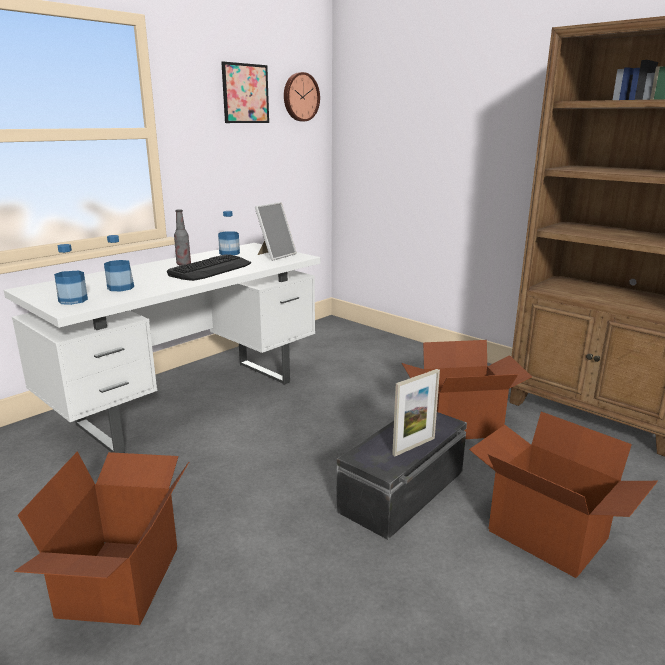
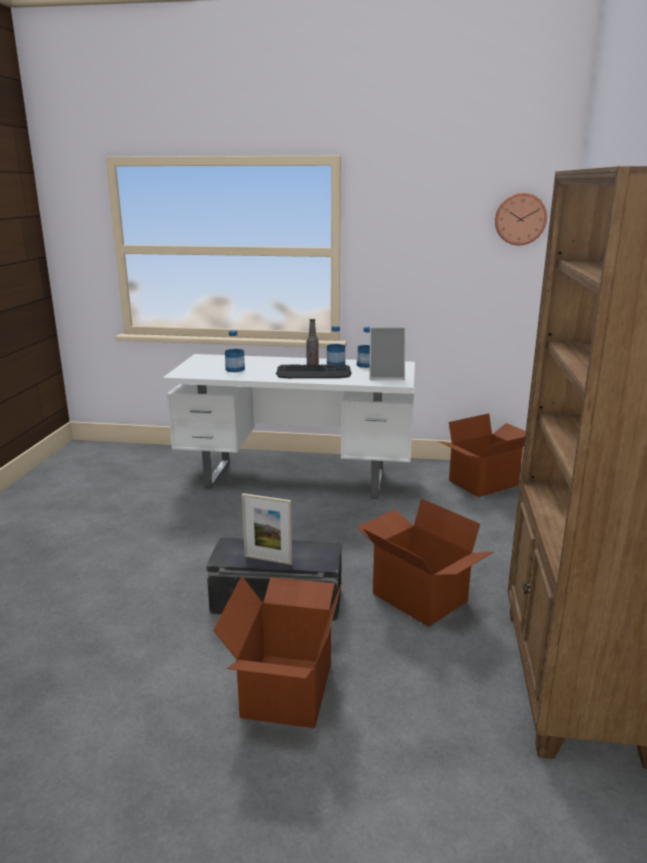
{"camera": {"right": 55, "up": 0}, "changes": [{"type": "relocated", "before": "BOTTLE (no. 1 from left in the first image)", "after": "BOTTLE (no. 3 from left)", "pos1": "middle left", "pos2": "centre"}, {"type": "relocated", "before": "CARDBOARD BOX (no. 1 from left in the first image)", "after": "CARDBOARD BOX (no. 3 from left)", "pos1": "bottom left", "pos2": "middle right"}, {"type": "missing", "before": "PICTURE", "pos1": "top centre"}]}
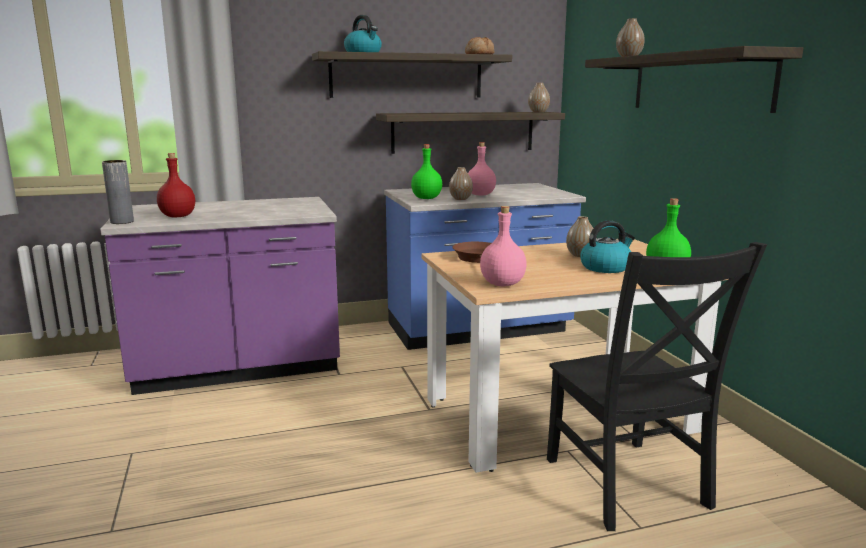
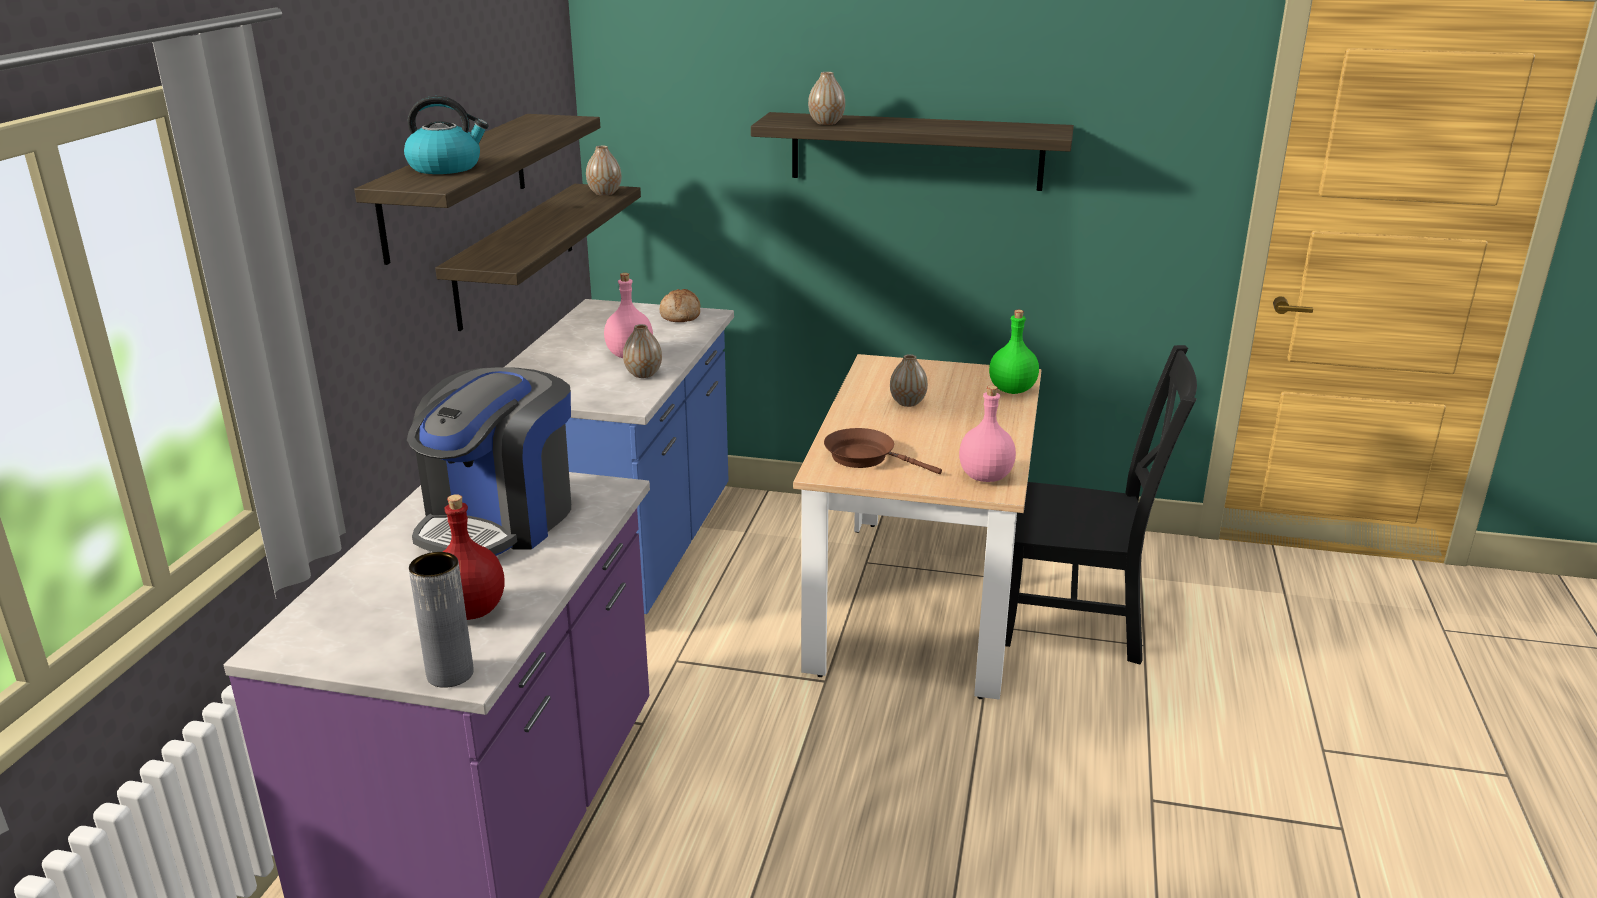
{"camera": {"right": -60, "up": 10}, "changes": [{"type": "appeared", "after": "COFFEE MACHINE", "pos2": "middle left"}, {"type": "relocated", "before": "BREAD", "pos1": "top centre", "pos2": "centre"}, {"type": "missing", "before": "GREEN BOTTLE (no. 1 from left)", "pos1": "top centre"}, {"type": "missing", "before": "KETTLE (no. 2 from left)", "pos1": "middle right"}]}
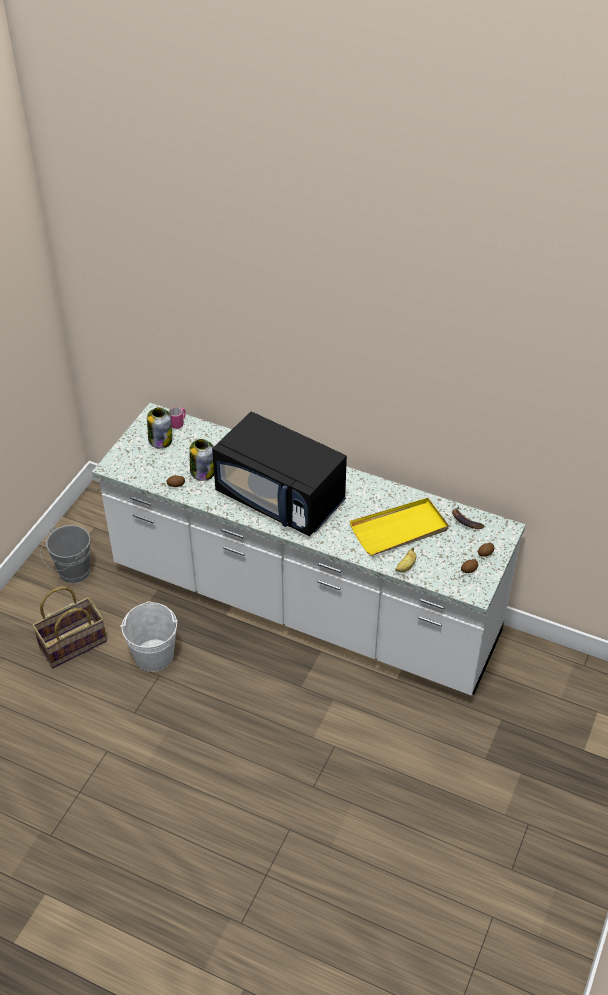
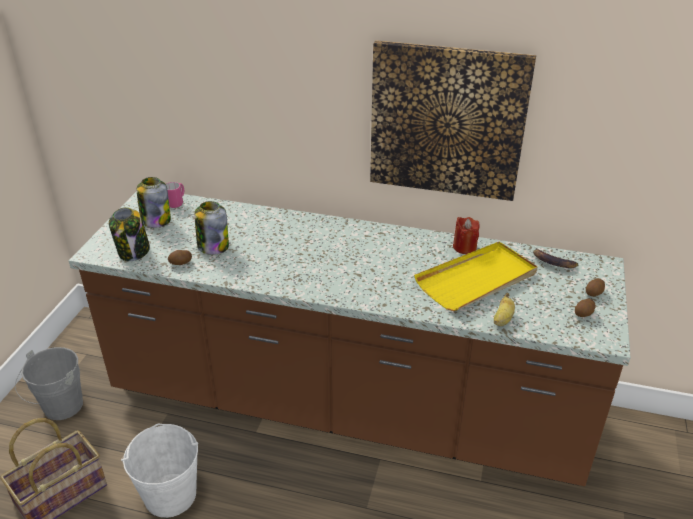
{"camera": {"right": -10, "up": -10}, "changes": [{"type": "colour", "before": "WHITE COUNTER", "after": "BROWN COUNTER", "pos1": "centre", "pos2": "centre"}, {"type": "appeared", "after": "JAR (no. 1 from left)", "pos2": "middle left"}, {"type": "appeared", "after": "PICTURE", "pos2": "top centre"}, {"type": "appeared", "after": "RED CANDLE", "pos2": "middle right"}, {"type": "missing", "before": "BLACK MICROWAVE", "pos1": "centre"}]}
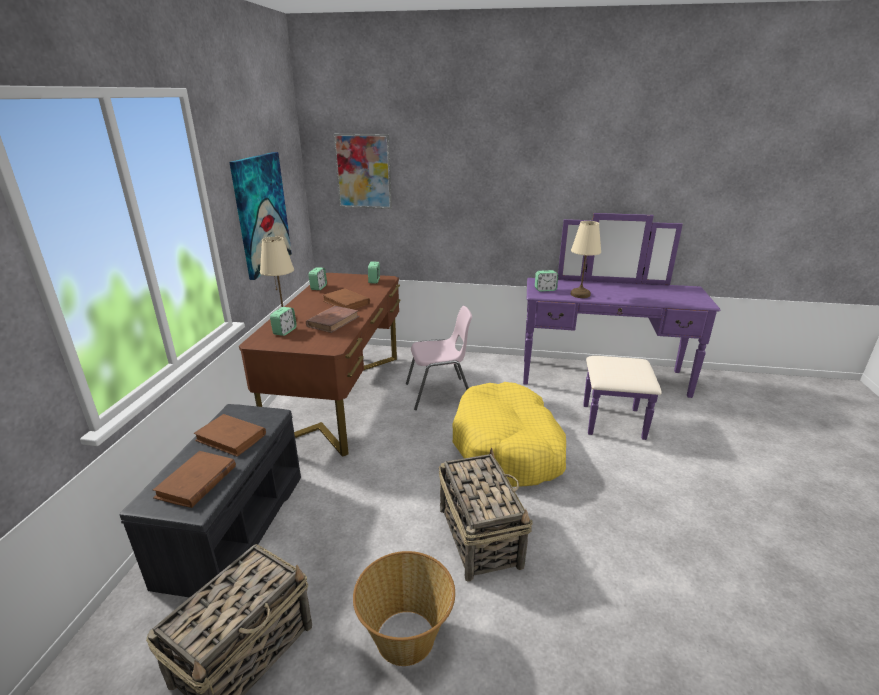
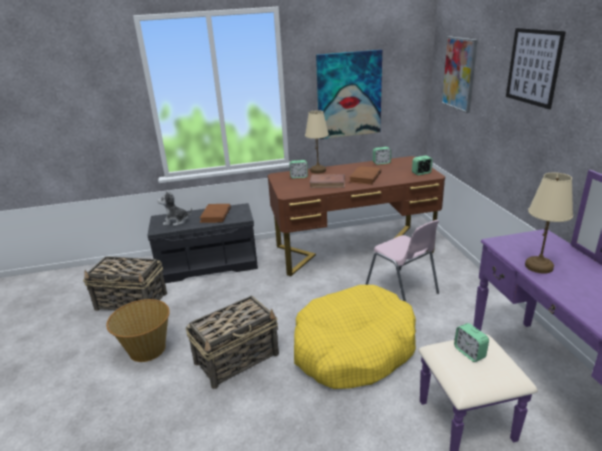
{"camera": {"right": 70, "up": 0}, "changes": [{"type": "exchanged", "before": "BROWN BOOK (no. 1 from left)", "after": "PLUSH TOY", "pos1": "bottom left", "pos2": "middle left"}, {"type": "relocated", "before": "ALARM CLOCK (no. 4 from left)", "pos1": "centre", "pos2": "bottom right"}, {"type": "appeared", "after": "PICTURE (no. 3 from left)", "pos2": "top right"}]}
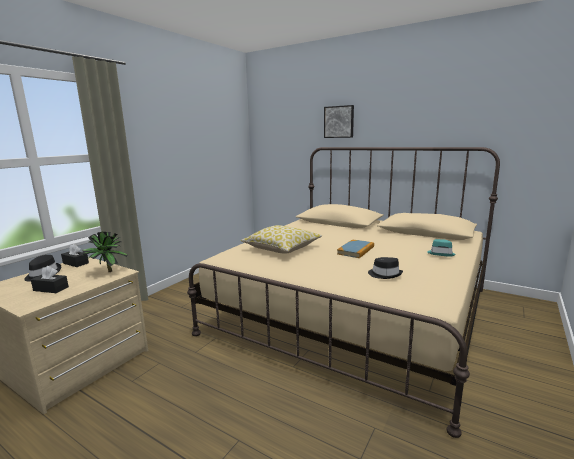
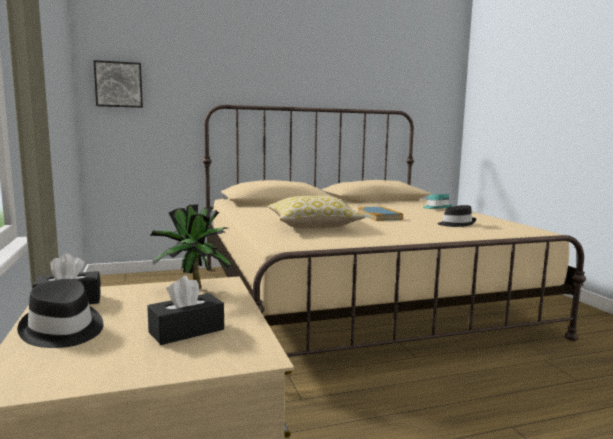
{"camera": {"right": -50, "up": -5}, "changes": [{"type": "relocated", "before": "PICTURE", "pos1": "top centre", "pos2": "top left"}]}
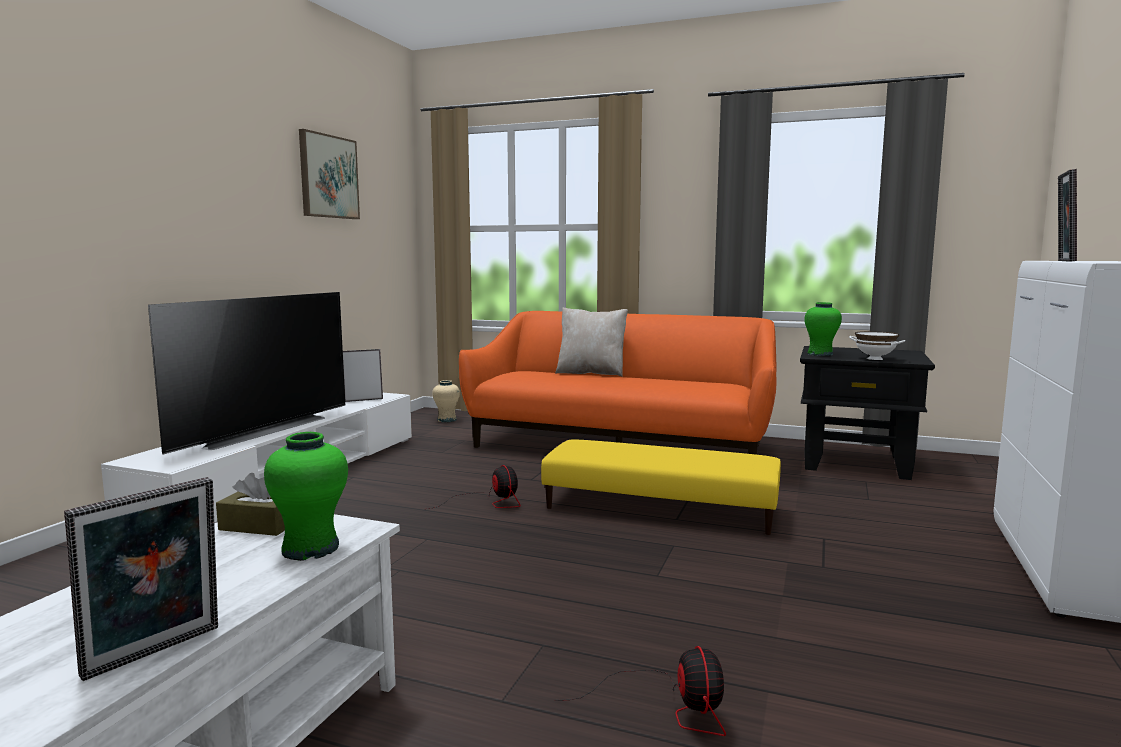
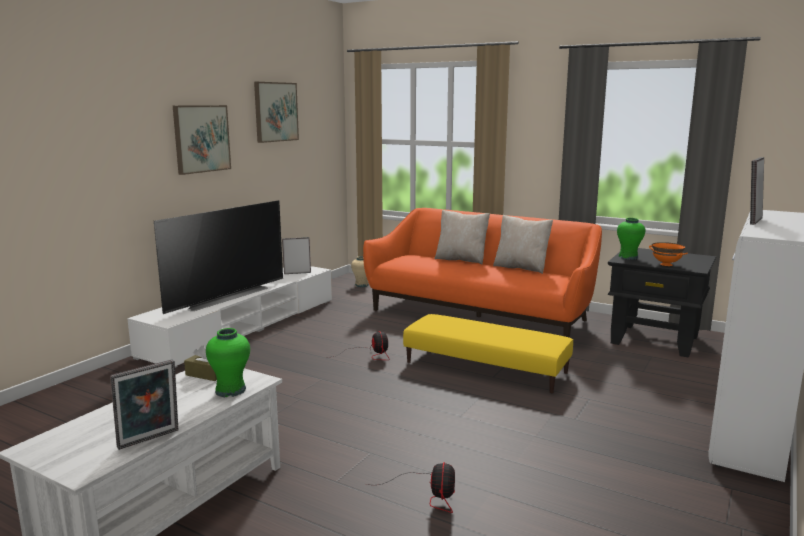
{"camera": {"right": 10, "up": 5}, "changes": [{"type": "appeared", "after": "PICTURE (no. 1 from left)", "pos2": "top left"}, {"type": "appeared", "after": "BEIGE PILLOW (no. 2 from left)", "pos2": "centre"}, {"type": "colour", "before": "WHITE BOWL", "after": "ORANGE BOWL", "pos1": "middle right", "pos2": "middle right"}]}
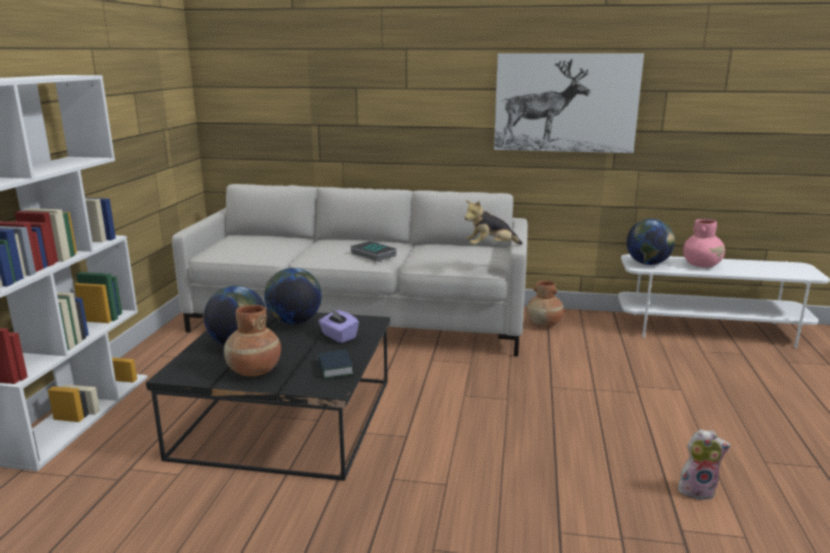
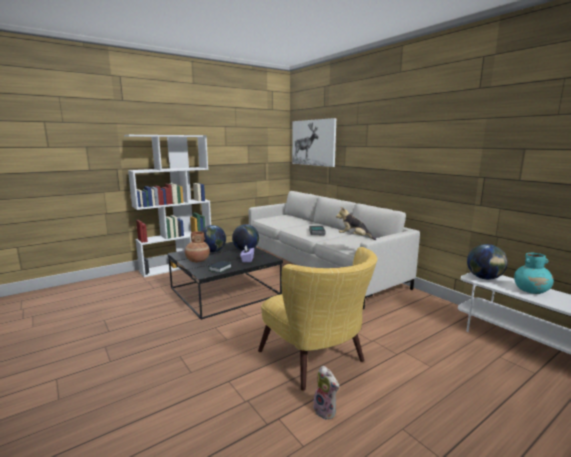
{"camera": {"right": 45, "up": -5}, "changes": [{"type": "appeared", "after": "YELLOW ARMCHAIR", "pos2": "bottom centre"}, {"type": "relocated", "before": "PICTURE", "pos1": "top right", "pos2": "top centre"}, {"type": "colour", "before": "PINK VASE", "after": "TURQUOISE VASE", "pos1": "middle right", "pos2": "middle right"}, {"type": "missing", "before": "BROWN VASE (no. 2 from left)", "pos1": "centre"}]}
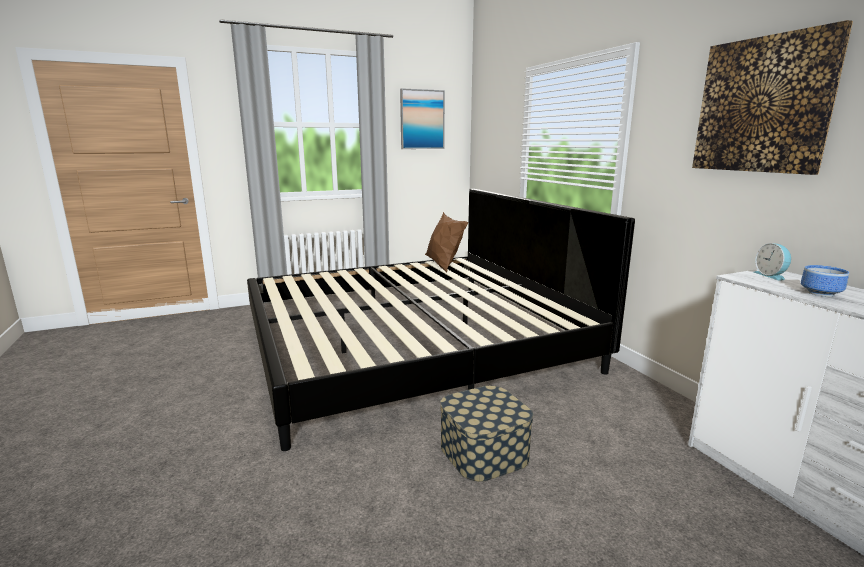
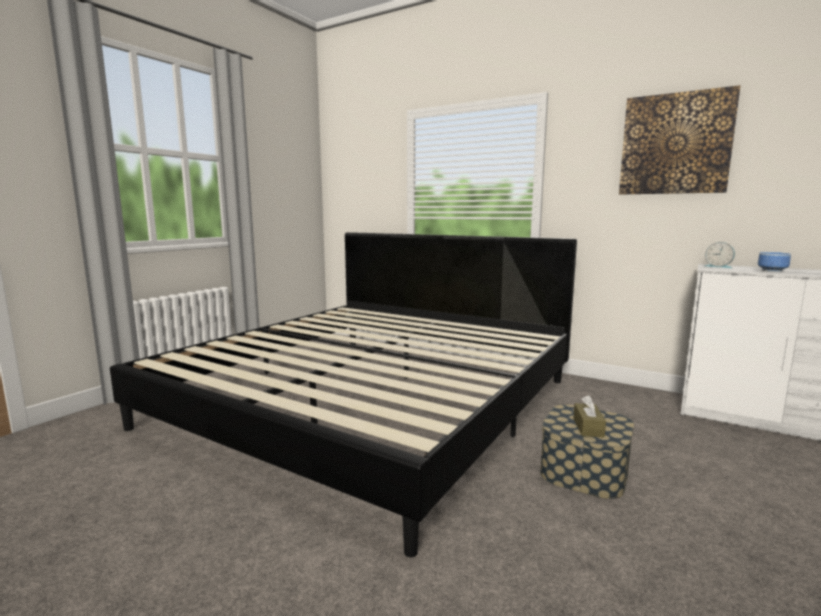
{"camera": {"right": -35, "up": -5}, "changes": [{"type": "appeared", "after": "BROWN TISSUE BOX", "pos2": "bottom right"}, {"type": "missing", "before": "PICTURE (no. 1 from left)", "pos1": "top centre"}, {"type": "missing", "before": "BROWN PILLOW", "pos1": "centre"}]}
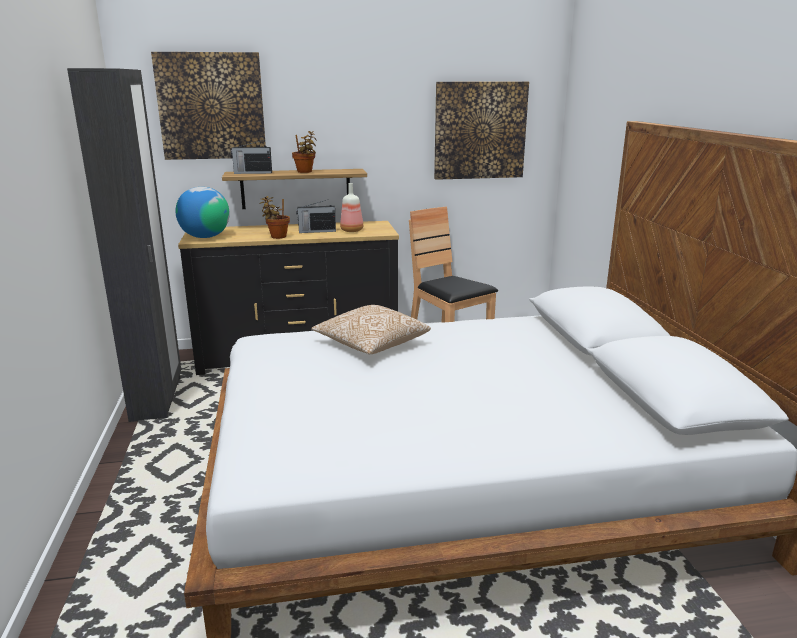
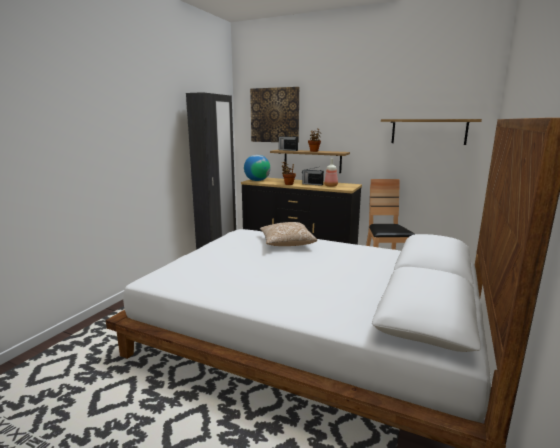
{"camera": {"right": 35, "up": -5}, "changes": [{"type": "exchanged", "before": "PICTURE (no. 2 from left)", "after": "SHELF (no. 2 from left)", "pos1": "top centre", "pos2": "top right"}]}
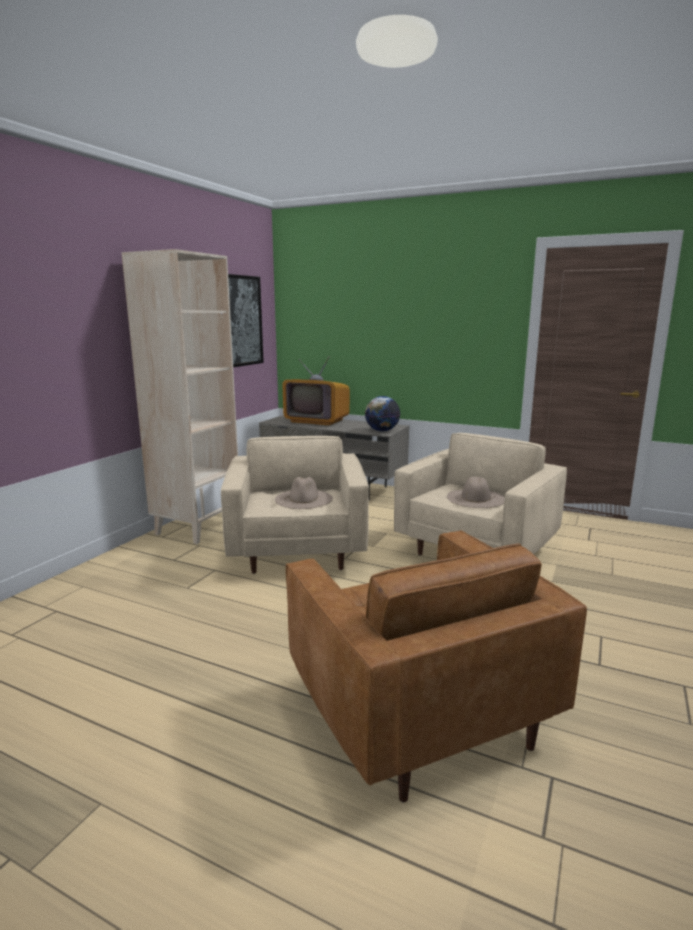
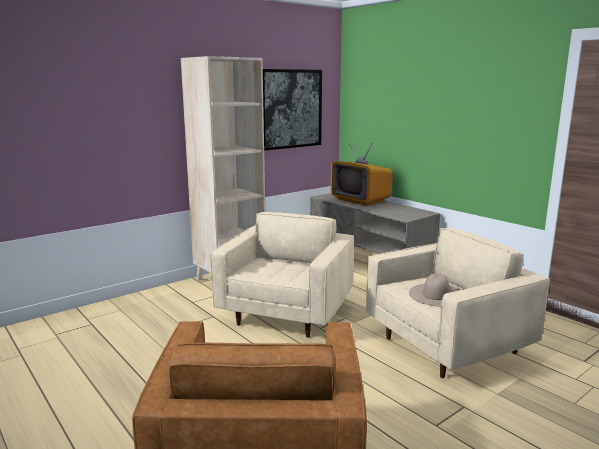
{"camera": {"right": 25, "up": 0}, "changes": [{"type": "missing", "before": "BEIGE HAT (no. 1 from left)", "pos1": "centre"}, {"type": "missing", "before": "GLOBE", "pos1": "centre"}]}
